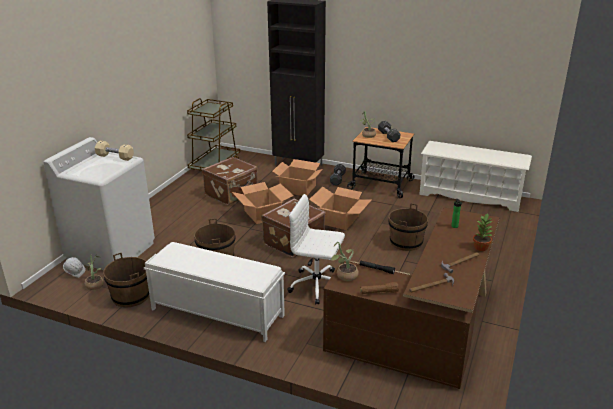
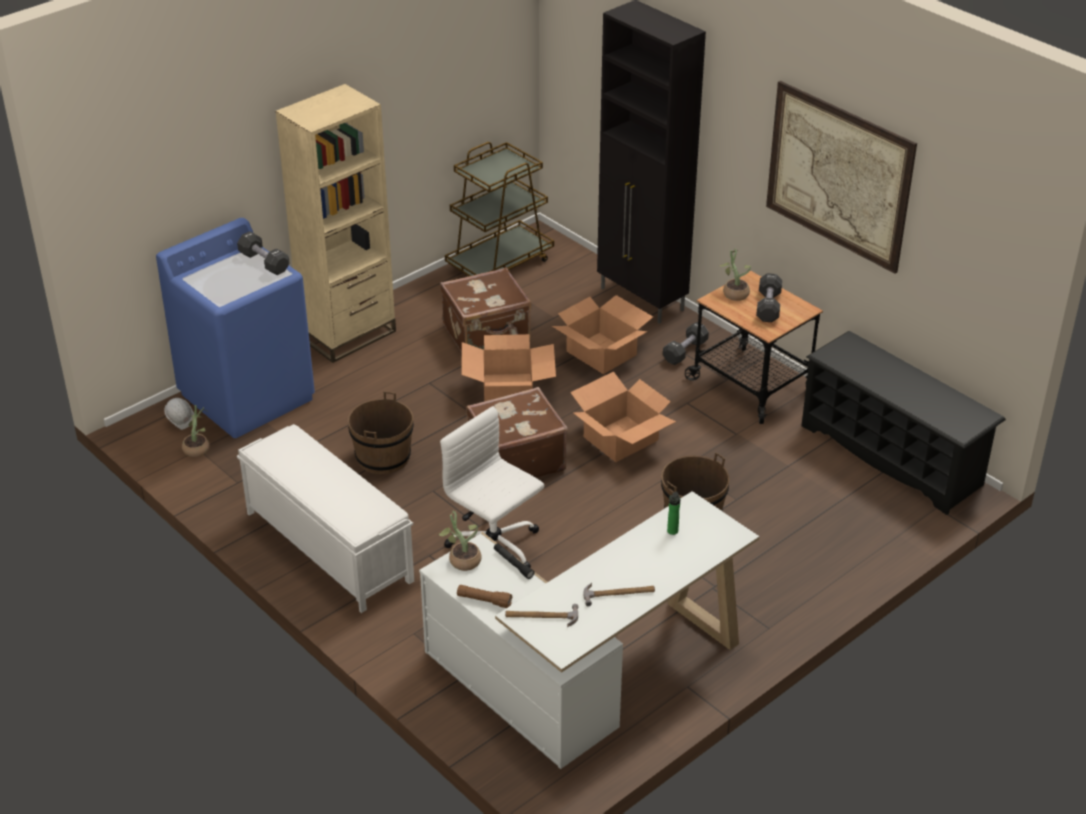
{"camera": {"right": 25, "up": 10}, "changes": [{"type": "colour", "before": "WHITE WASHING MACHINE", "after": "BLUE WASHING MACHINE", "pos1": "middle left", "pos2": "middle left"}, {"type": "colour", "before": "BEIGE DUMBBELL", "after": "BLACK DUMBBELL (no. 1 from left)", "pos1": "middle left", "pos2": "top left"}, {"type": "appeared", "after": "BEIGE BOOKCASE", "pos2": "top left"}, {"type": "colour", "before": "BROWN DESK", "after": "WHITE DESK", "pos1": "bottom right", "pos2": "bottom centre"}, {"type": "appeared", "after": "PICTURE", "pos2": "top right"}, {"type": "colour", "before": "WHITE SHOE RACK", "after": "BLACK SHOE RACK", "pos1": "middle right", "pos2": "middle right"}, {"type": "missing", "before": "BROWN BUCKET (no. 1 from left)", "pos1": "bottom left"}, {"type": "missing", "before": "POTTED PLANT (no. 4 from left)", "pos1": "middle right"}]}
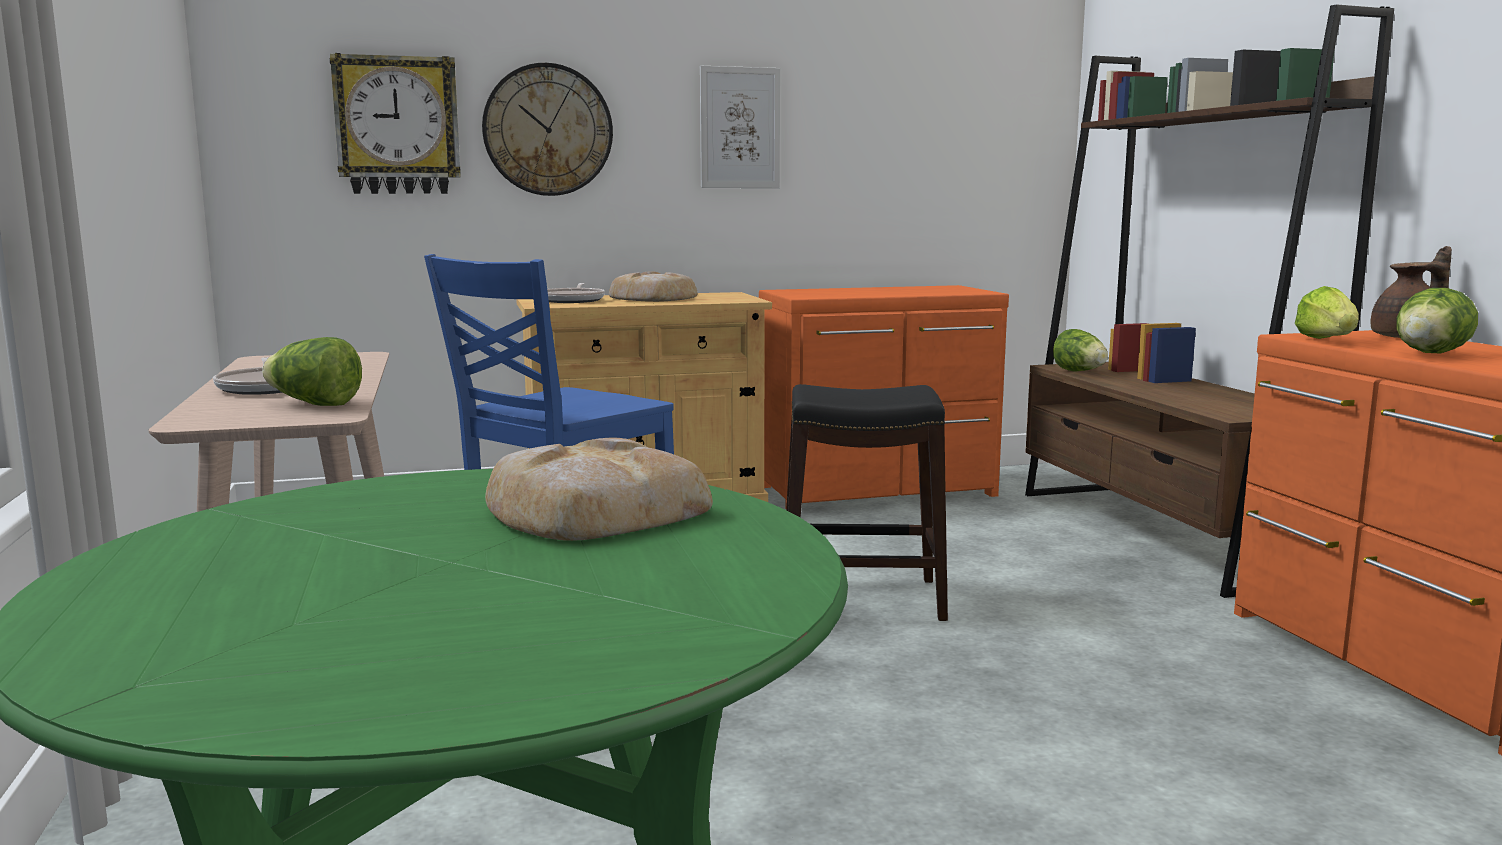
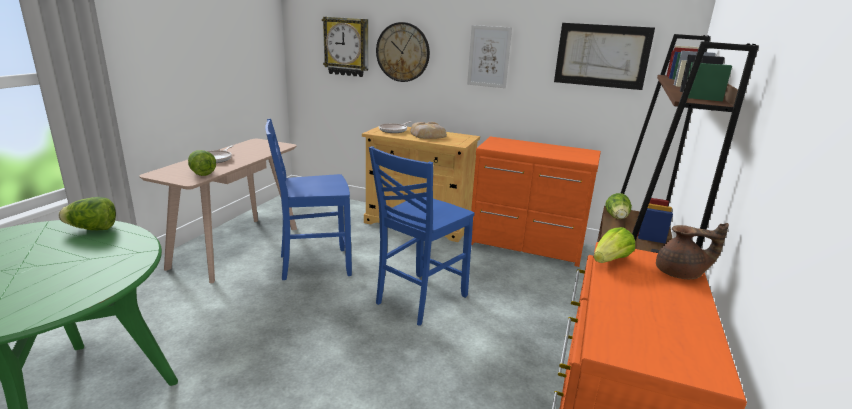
{"camera": {"right": 35, "up": 10}, "changes": [{"type": "relocated", "before": "LETTUCE (no. 4 from left in the first image)", "after": "LETTUCE (no. 1 from left)", "pos1": "middle right", "pos2": "middle left"}, {"type": "exchanged", "before": "BLACK STOOL", "after": "BLUE CHAIR (no. 2 from left)", "pos1": "centre", "pos2": "centre"}, {"type": "appeared", "after": "PICTURE (no. 2 from left)", "pos2": "top right"}, {"type": "missing", "before": "BREAD (no. 1 from left)", "pos1": "centre"}]}
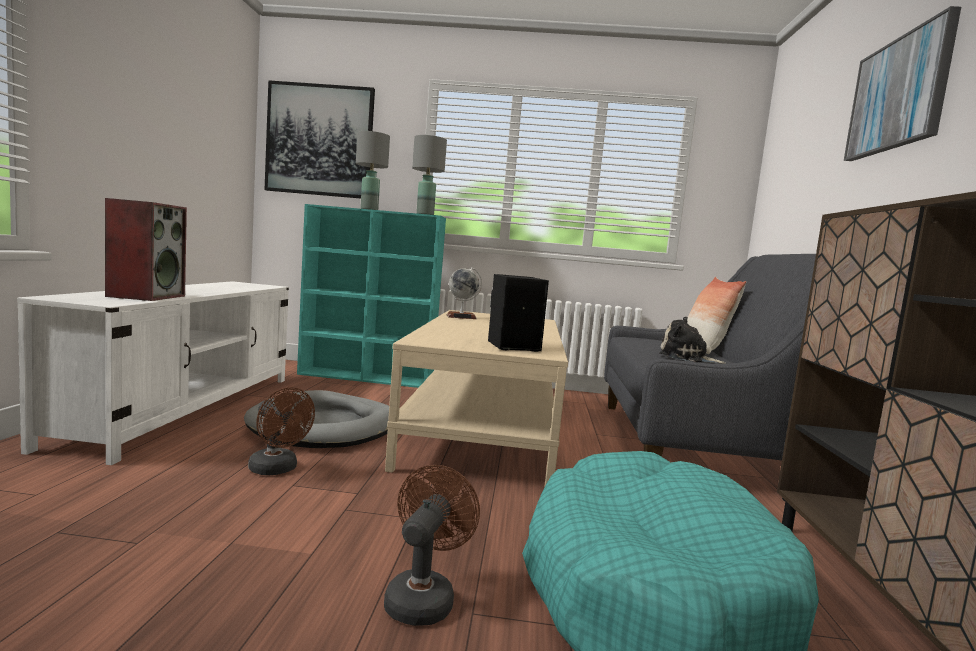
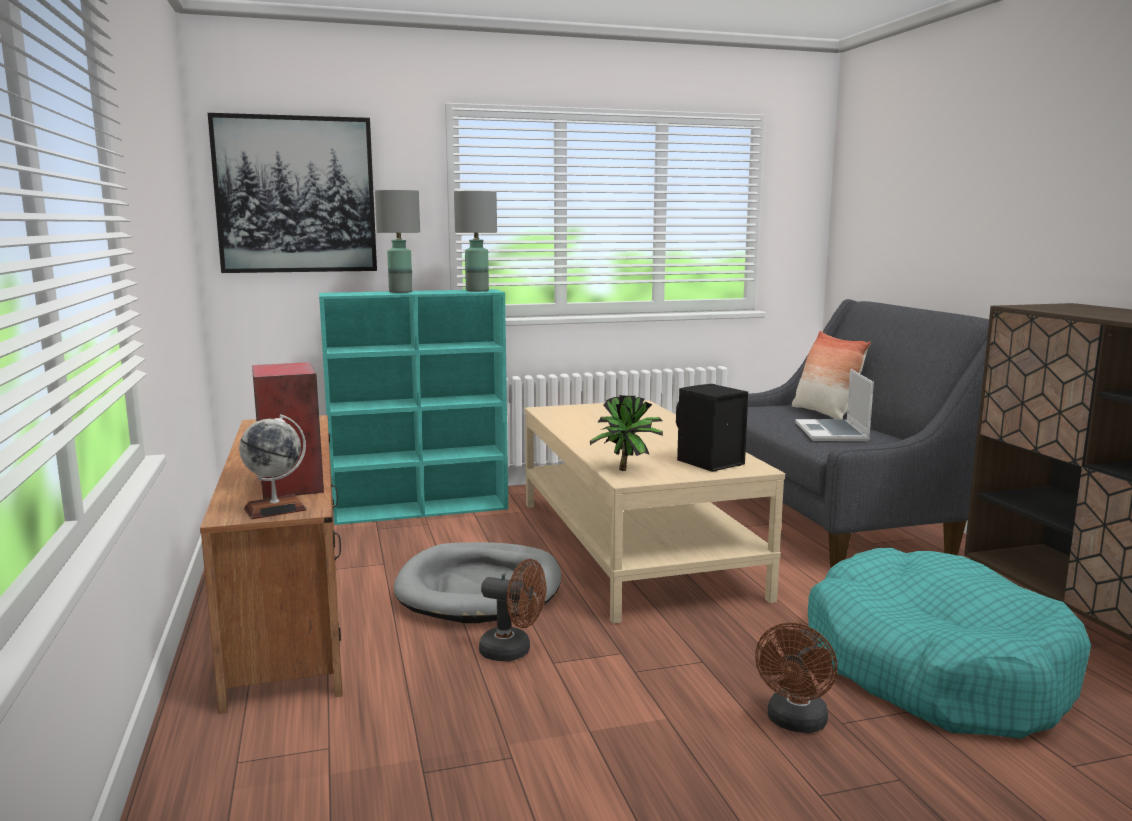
{"camera": {"right": -20, "up": 5}, "changes": [{"type": "colour", "before": "WHITE TV STAND", "after": "BROWN TV STAND", "pos1": "middle left", "pos2": "bottom left"}, {"type": "relocated", "before": "GLOBE", "pos1": "centre", "pos2": "middle left"}, {"type": "appeared", "after": "POTTED PLANT", "pos2": "centre"}, {"type": "spun", "before": "BROWN FAN (no. 2 from left)", "pos1": "bottom centre", "pos2": "bottom right", "turn": -150}, {"type": "exchanged", "before": "PLUSH TOY", "after": "LAPTOP", "pos1": "middle right", "pos2": "middle right"}, {"type": "missing", "before": "PICTURE (no. 2 from left)", "pos1": "top right"}]}
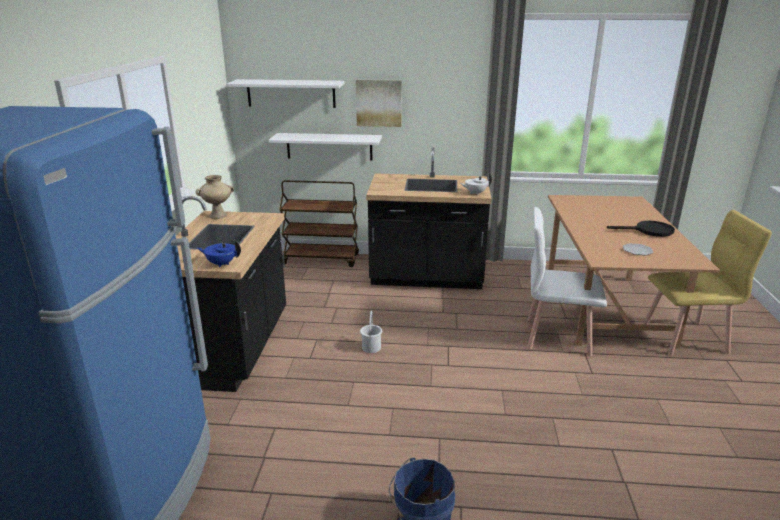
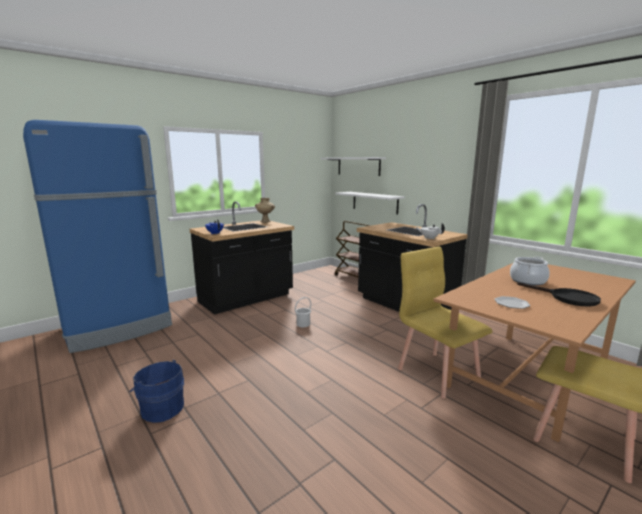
{"camera": {"right": 45, "up": -10}, "changes": [{"type": "colour", "before": "WHITE CHAIR", "after": "YELLOW CHAIR (no. 1 from left)", "pos1": "middle right", "pos2": "middle right"}, {"type": "appeared", "after": "COOKING POT", "pos2": "middle right"}, {"type": "missing", "before": "PICTURE", "pos1": "top centre"}]}
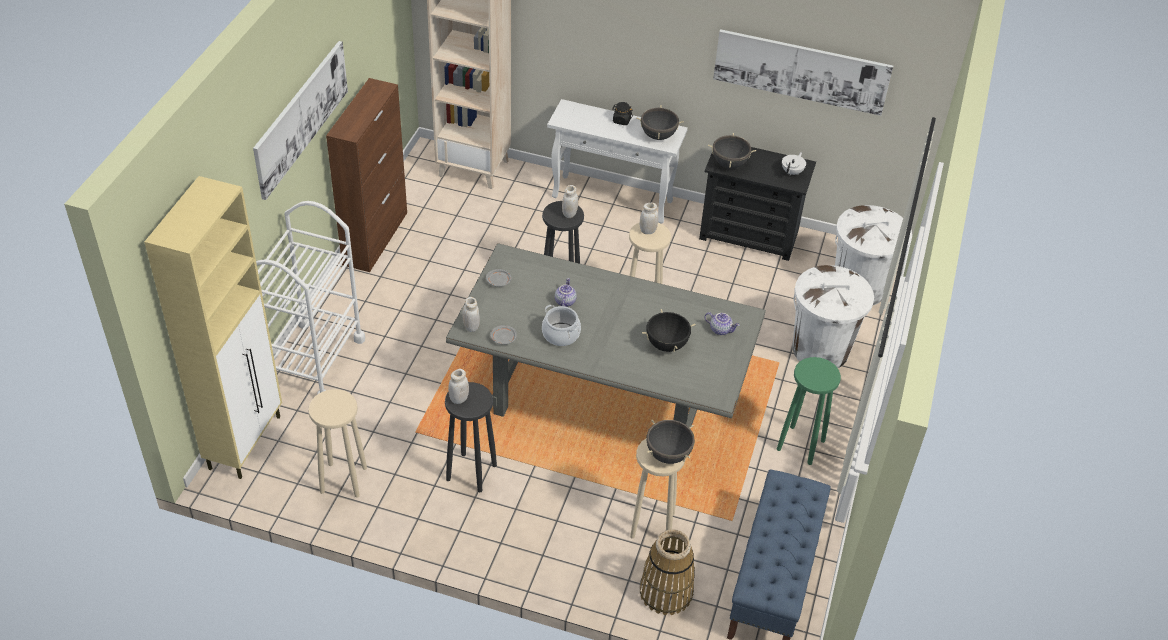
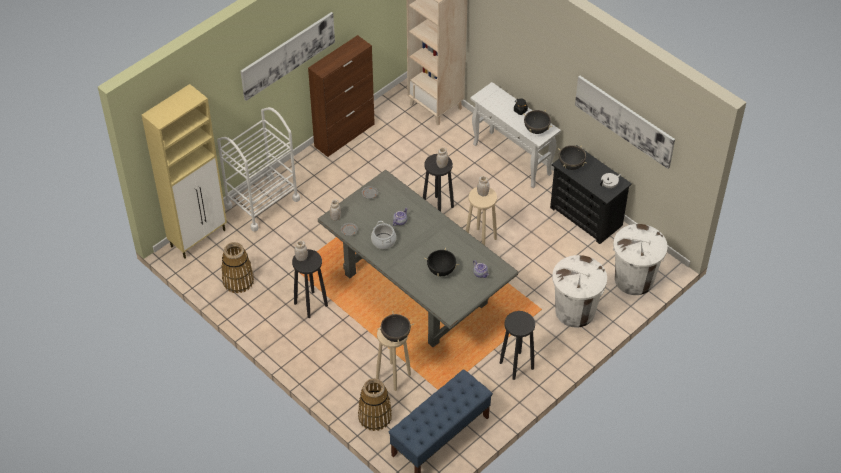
{"camera": {"right": 30, "up": 5}, "changes": [{"type": "exchanged", "before": "BEIGE STOOL (no. 1 from left)", "after": "BASKET (no. 1 from left)", "pos1": "bottom left", "pos2": "middle left"}, {"type": "colour", "before": "GREEN STOOL", "after": "BLACK STOOL (no. 3 from left)", "pos1": "middle right", "pos2": "bottom centre"}]}
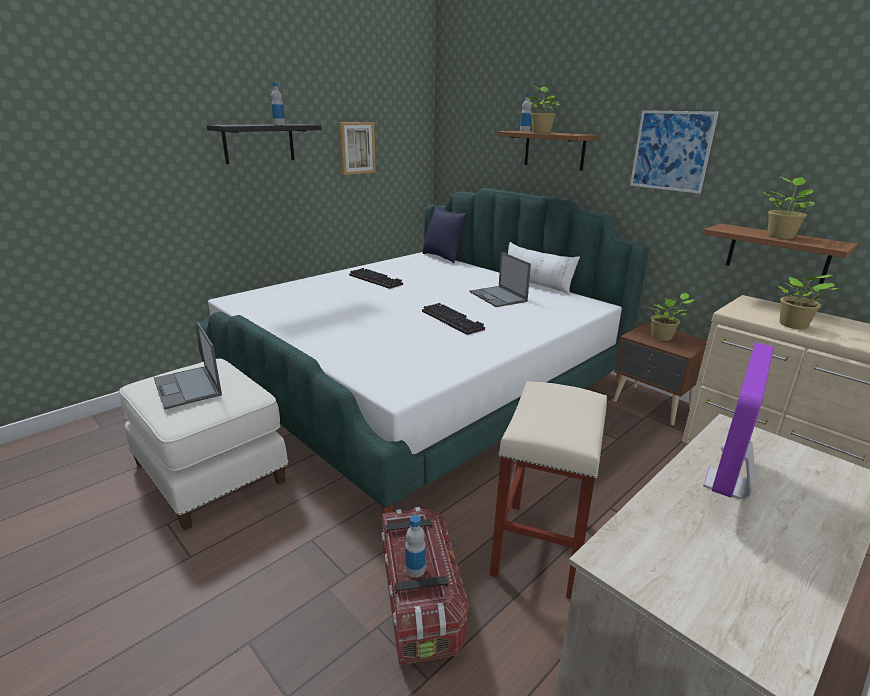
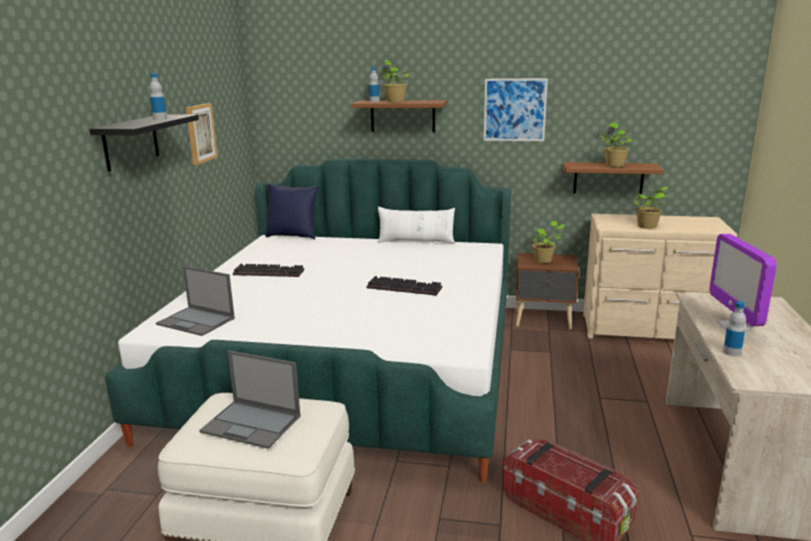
{"camera": {"right": -35, "up": -5}, "changes": [{"type": "relocated", "before": "LAPTOP (no. 2 from left in the first image)", "after": "LAPTOP (no. 1 from left)", "pos1": "centre", "pos2": "middle left"}, {"type": "relocated", "before": "BOTTLE (no. 2 from left in the first image)", "after": "BOTTLE (no. 3 from left)", "pos1": "bottom centre", "pos2": "middle right"}, {"type": "missing", "before": "BEIGE STOOL", "pos1": "bottom centre"}]}
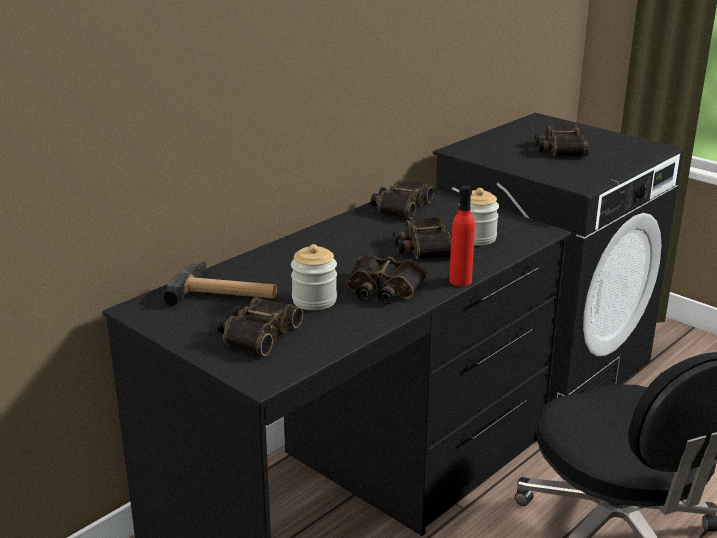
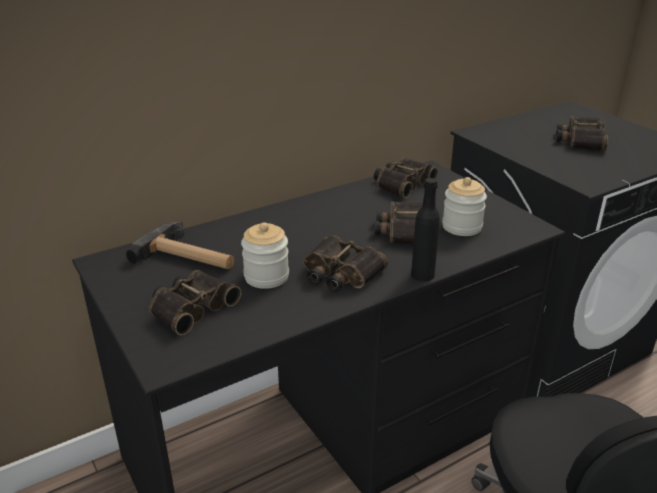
{"camera": {"right": 15, "up": 5}, "changes": [{"type": "colour", "before": "RED BOTTLE", "after": "BLACK BOTTLE", "pos1": "centre", "pos2": "centre"}]}
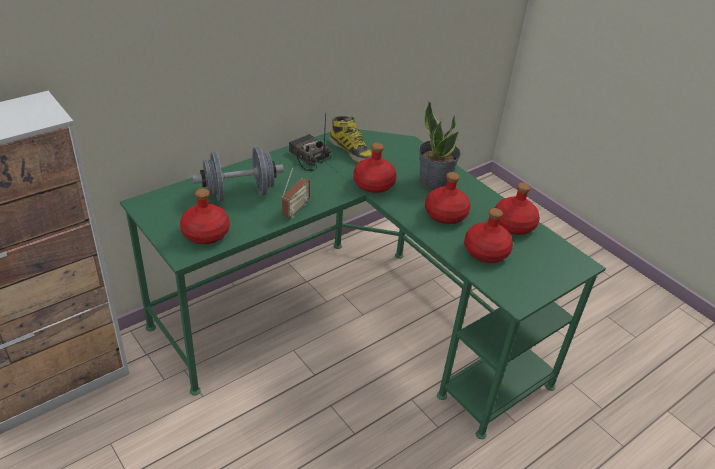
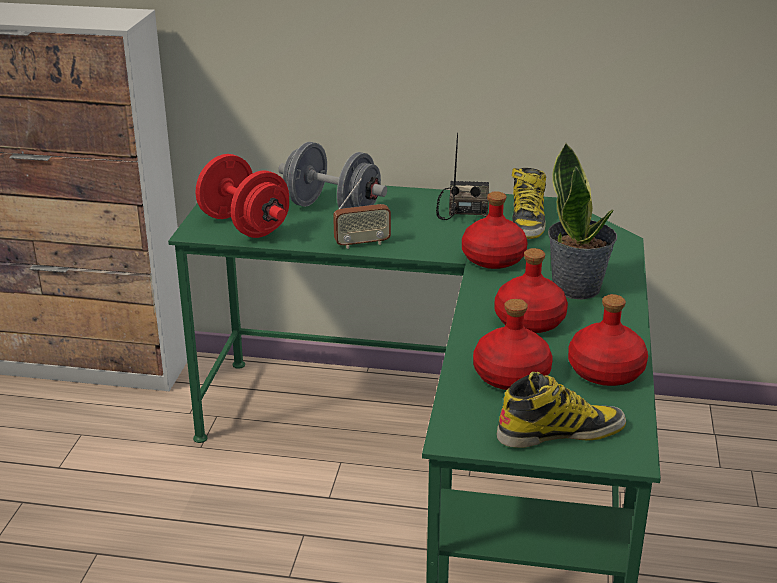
{"camera": {"right": 50, "up": -10}, "changes": [{"type": "exchanged", "before": "RED BOTTLE (no. 1 from left)", "after": "RED DUMBBELL", "pos1": "middle left", "pos2": "middle left"}, {"type": "appeared", "after": "BOOT (no. 2 from left)", "pos2": "bottom right"}]}
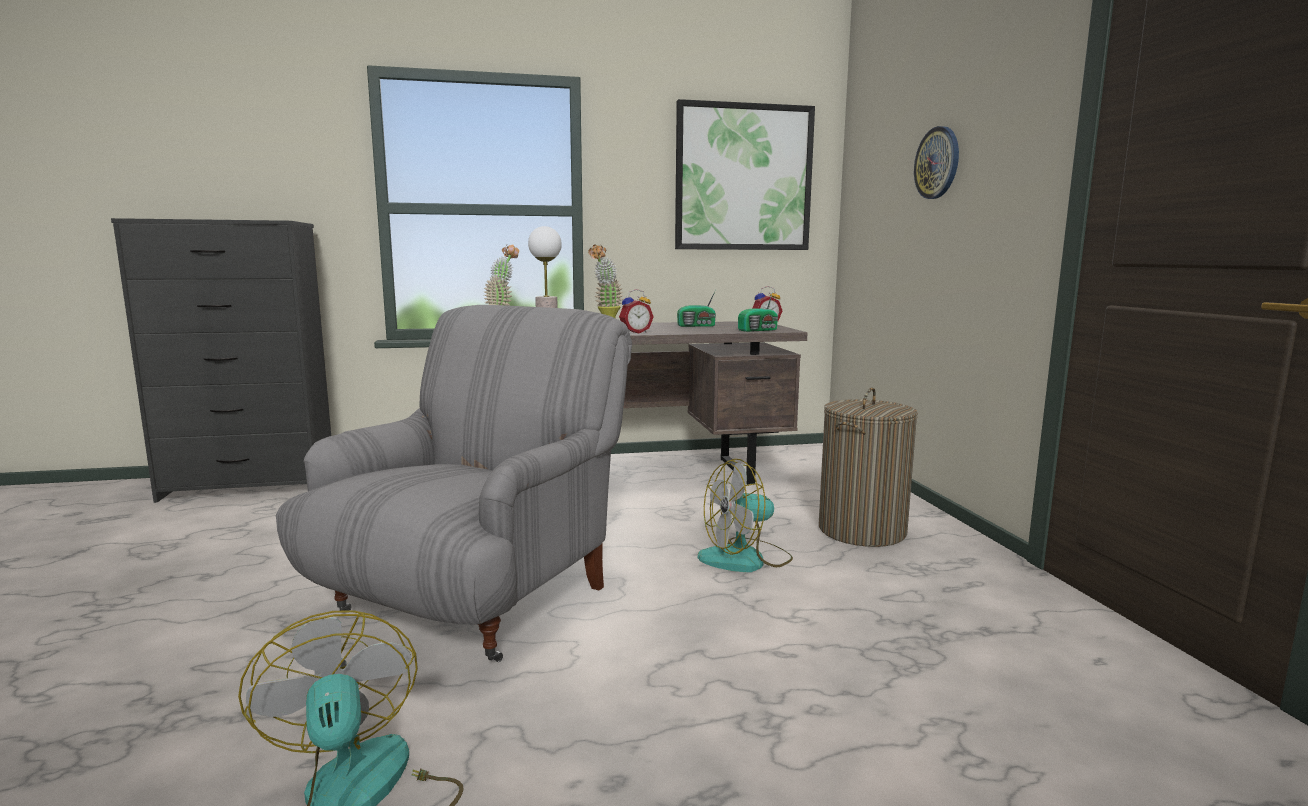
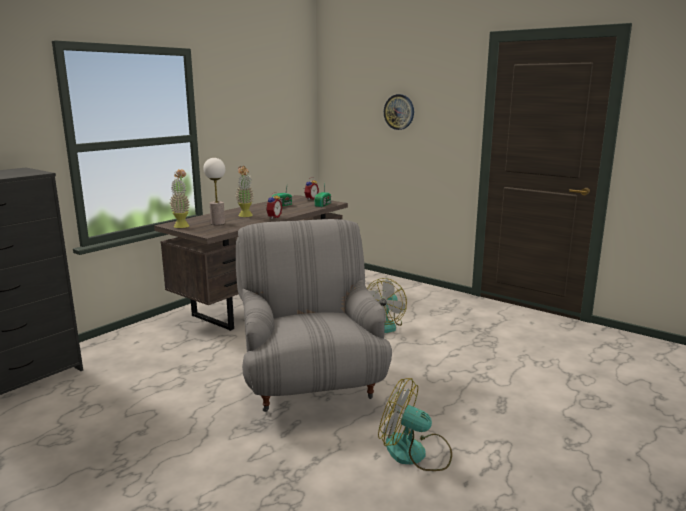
{"camera": {"right": -40, "up": 5}, "changes": [{"type": "missing", "before": "PICTURE", "pos1": "top centre"}, {"type": "missing", "before": "LAUNDRY BASKET", "pos1": "centre"}]}
